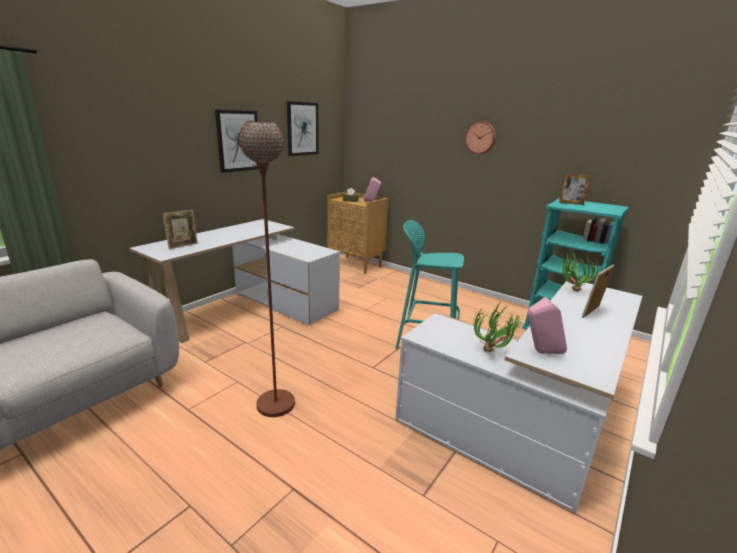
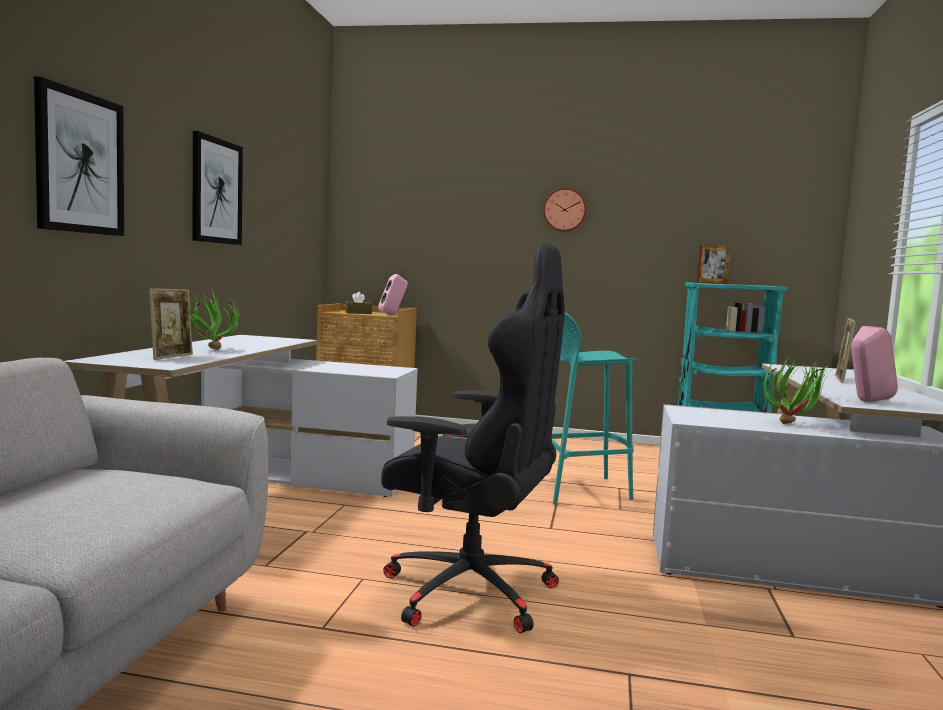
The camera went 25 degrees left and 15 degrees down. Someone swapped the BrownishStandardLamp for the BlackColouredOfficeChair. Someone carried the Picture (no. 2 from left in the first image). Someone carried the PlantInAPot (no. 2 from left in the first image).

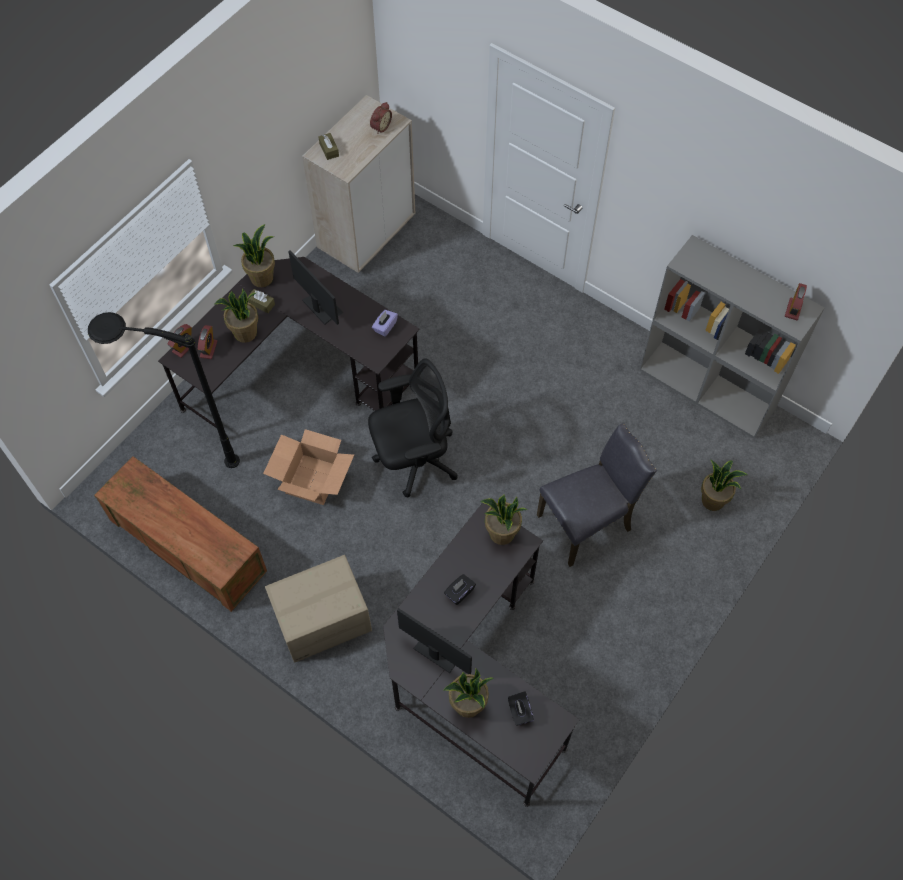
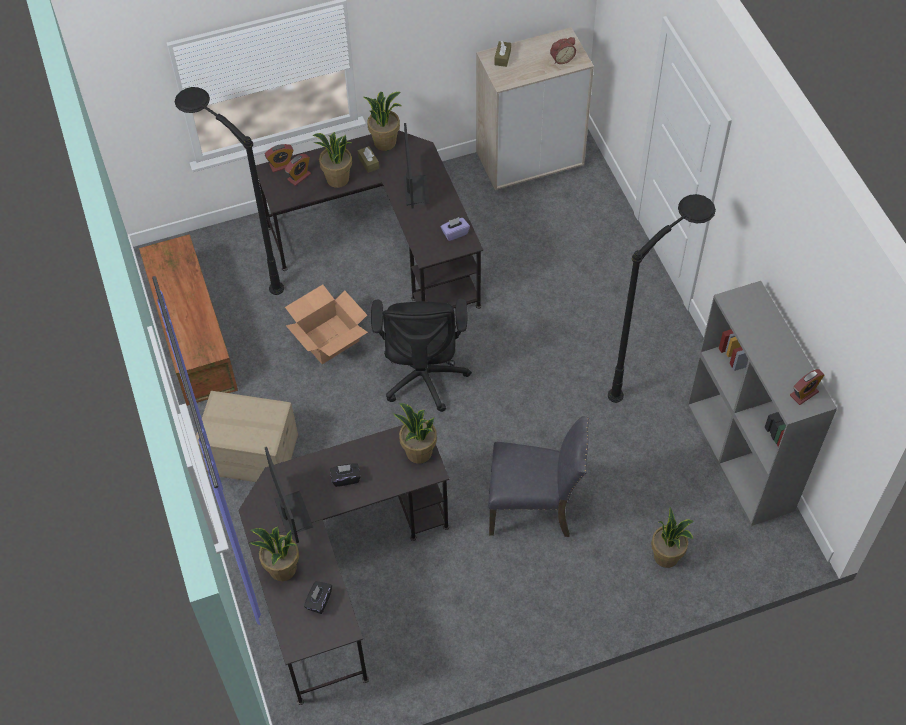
The camera went 35 degrees right and 5 degrees down. Someone rotated the BlackColouredOfficeChair by 75 degrees clockwise. Someone put down the BlackColouredStandardLamp (no. 2 from left).

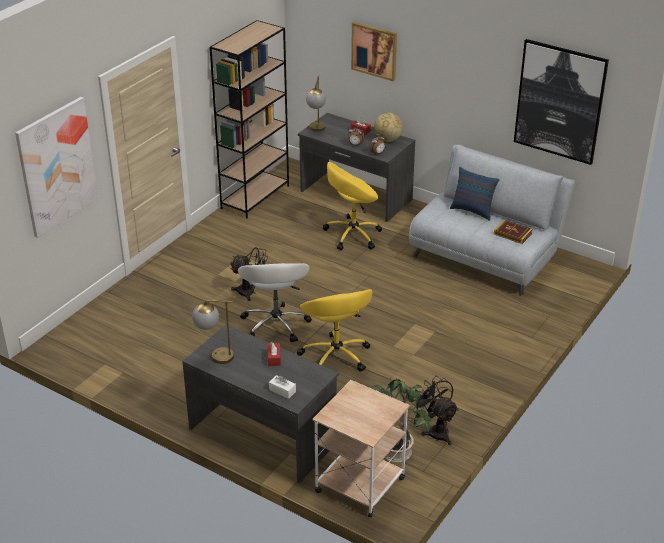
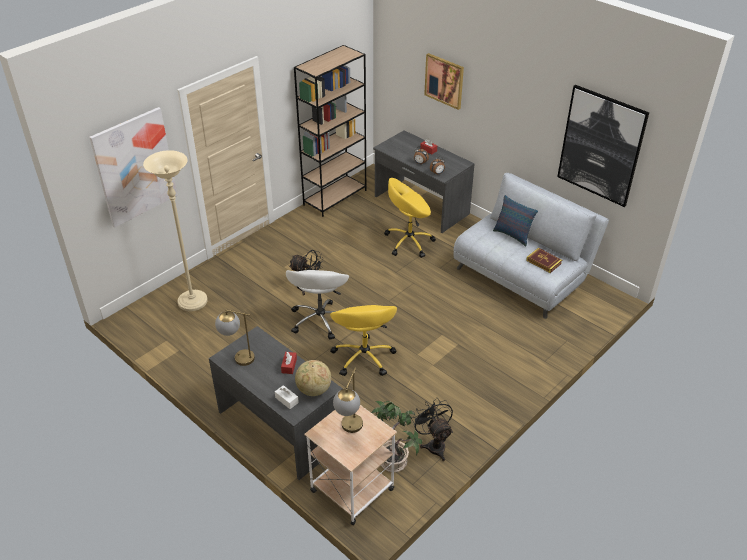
The camera went 10 degrees right and 5 degrees up. Someone carried the LampForATable (no. 2 from left). Someone carried the DeskGlobe. Someone put down the SandColouredStandardLamp.

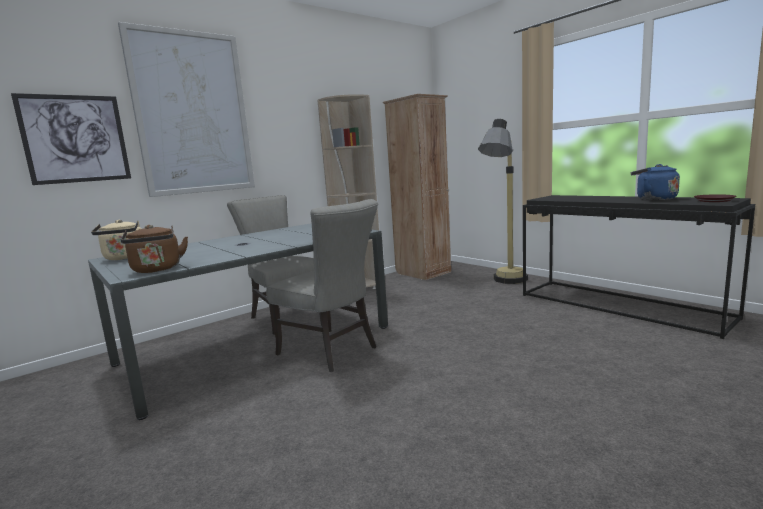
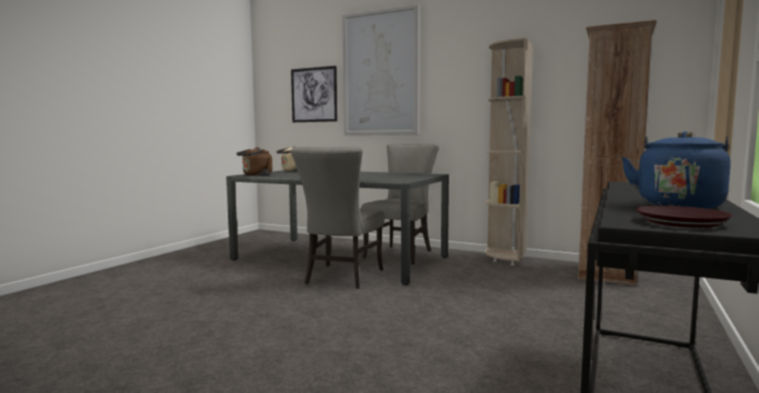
The camera went 65 degrees right and 5 degrees down. Someone took away the StandardLamp.

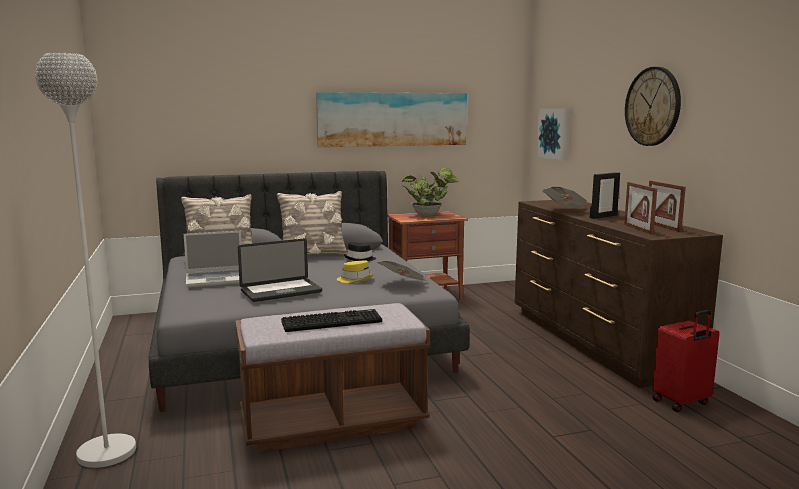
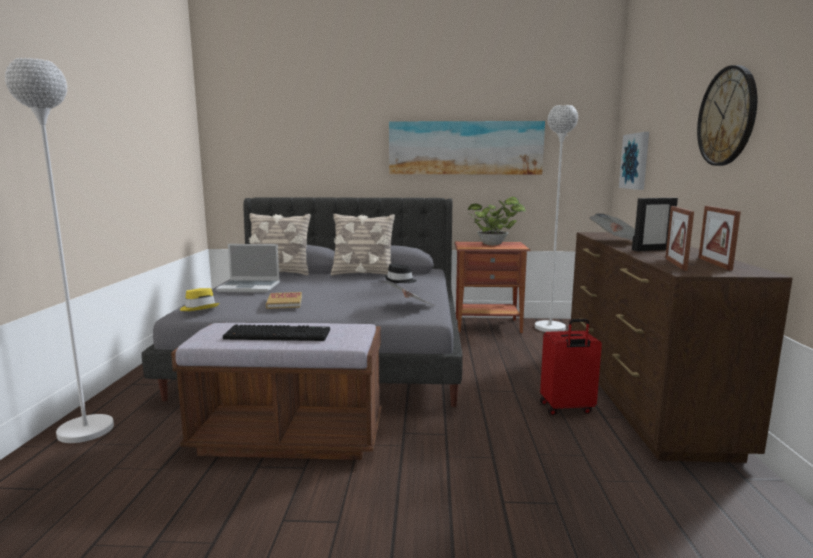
The camera went 20 degrees right and 0 degrees up. Someone swapped the NotebookComputer (no. 2 from left) for the Book. Someone carried the YellowHat. Someone carried the RedColouredSuitcase. Someone put down the WhiteStandardLamp (no. 2 from left).

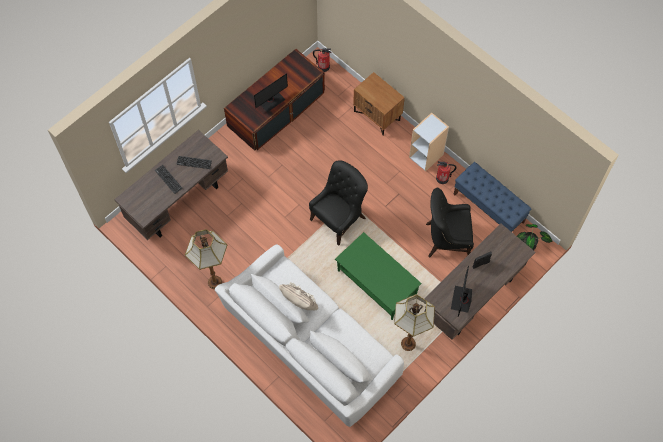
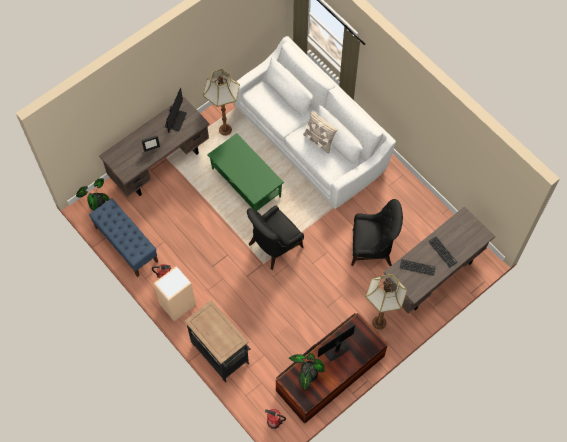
The camera went 175 degrees left and 0 degrees up. Someone carried the StandardLamp (no. 1 from left in the first image). Someone swapped the BrownishBedsideTable for the BlackColouredCart. Someone carried the BlackColouredPlainChair (no. 2 from left). Someone put down the PlantInAPot (no. 2 from left).

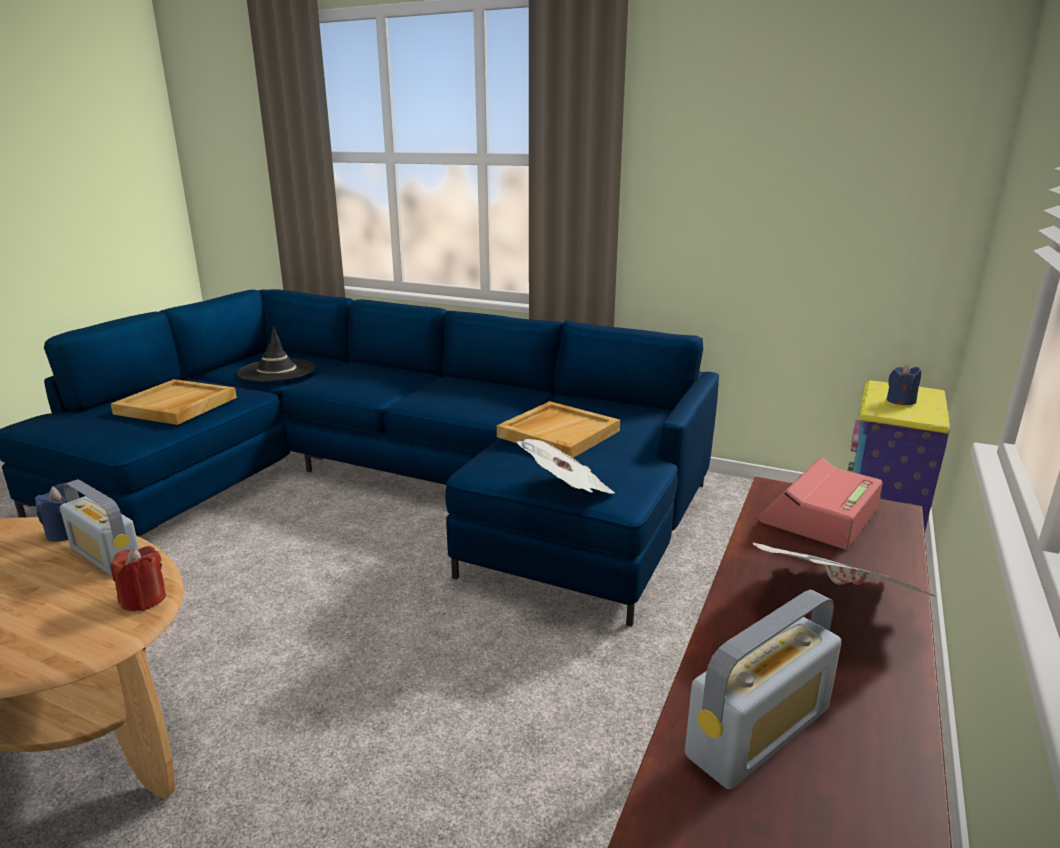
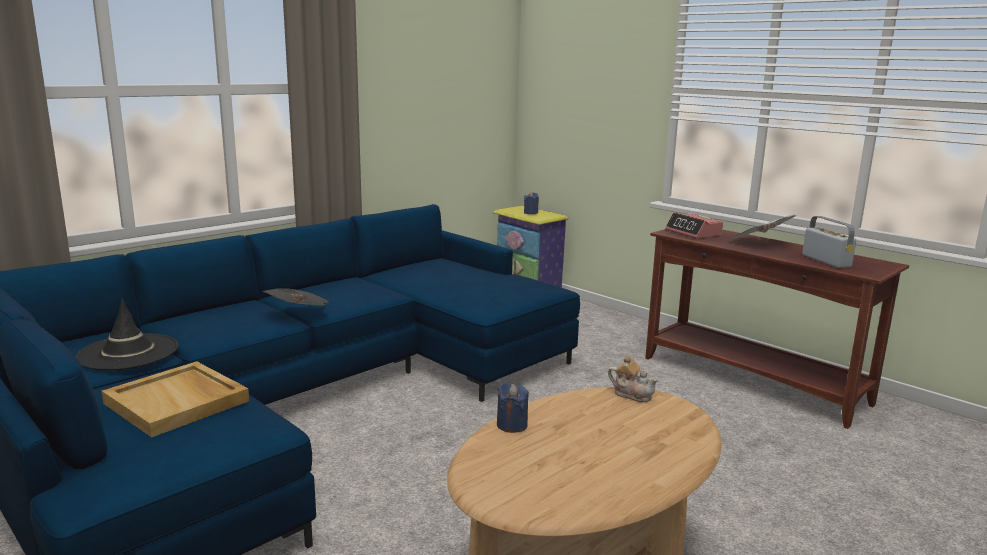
The camera went 70 degrees left and 5 degrees down. Someone took away the Radio (no. 1 from left). Someone swapped the RedColouredWaxCandle for the TeaPot. Someone took away the SandColouredCarryingTray (no. 2 from left). Someone carried the Newspaper (no. 1 from left).

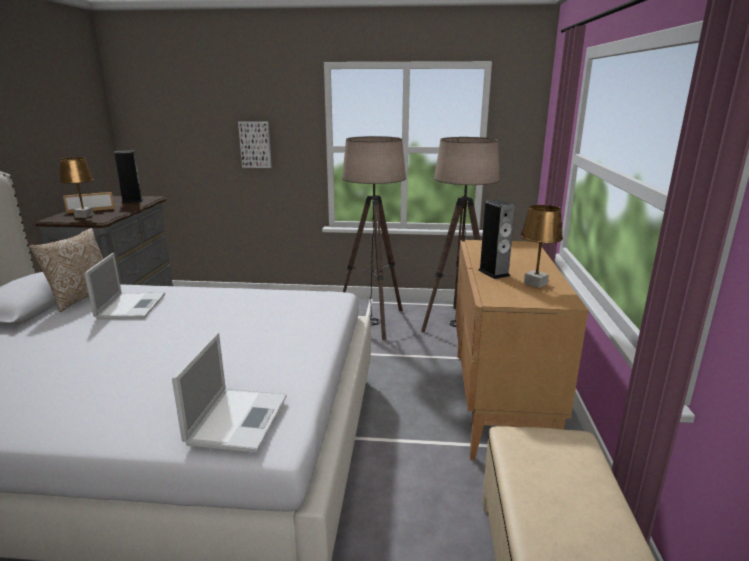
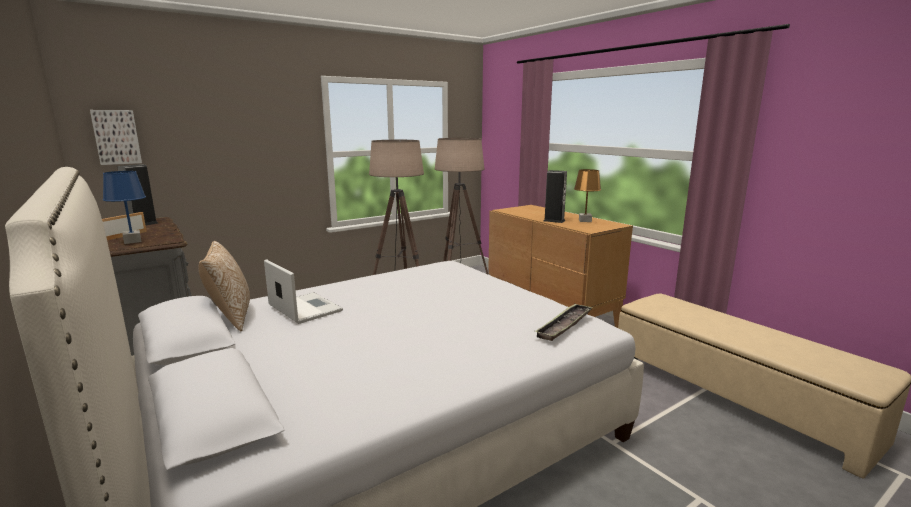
The camera went 40 degrees left and 5 degrees down. Someone repainted the BrownishLampForATable (no. 1 from left), which became the BlueLampForATable. Someone swapped the NotebookComputer (no. 2 from left) for the CarryingTray. Someone carried the Picture.

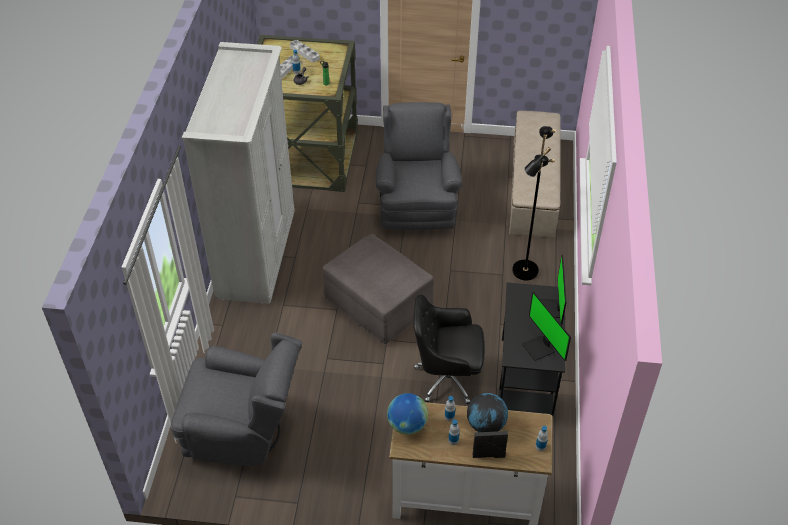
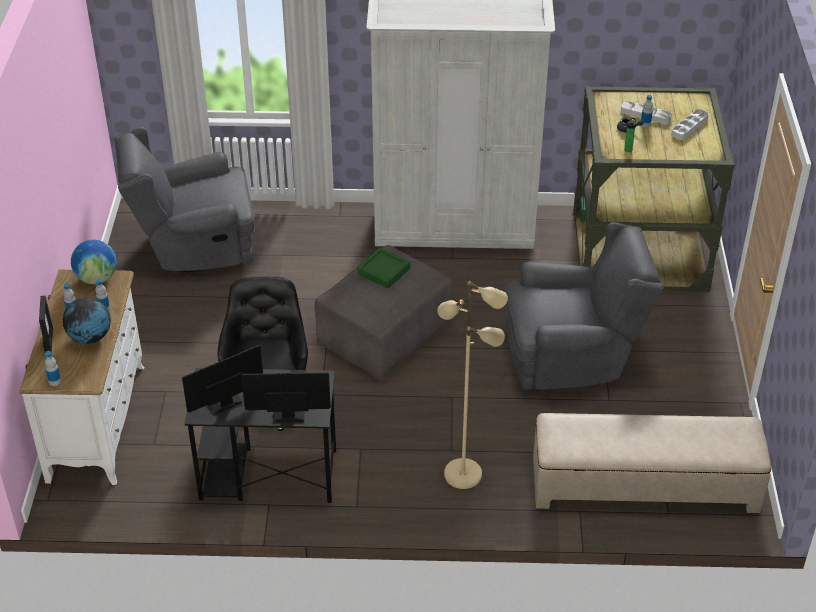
The camera went 85 degrees right and 5 degrees down. Someone rotated the GreyishLoungeChair (no. 1 from left) by 75 degrees clockwise. Someone repainted the BlackColouredStandardLamp, which became the SandColouredStandardLamp. Someone put down the GreenColouredCarryingTray.

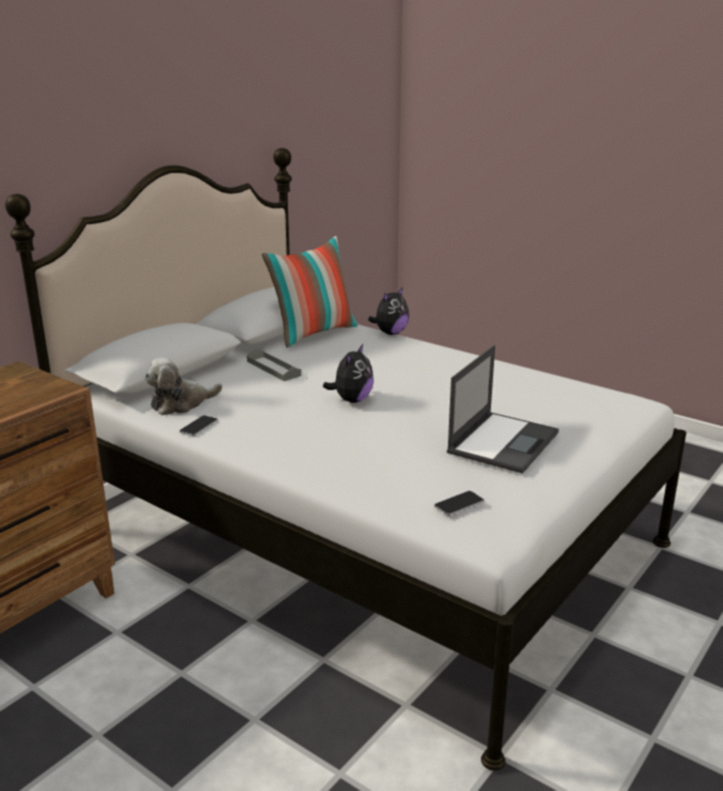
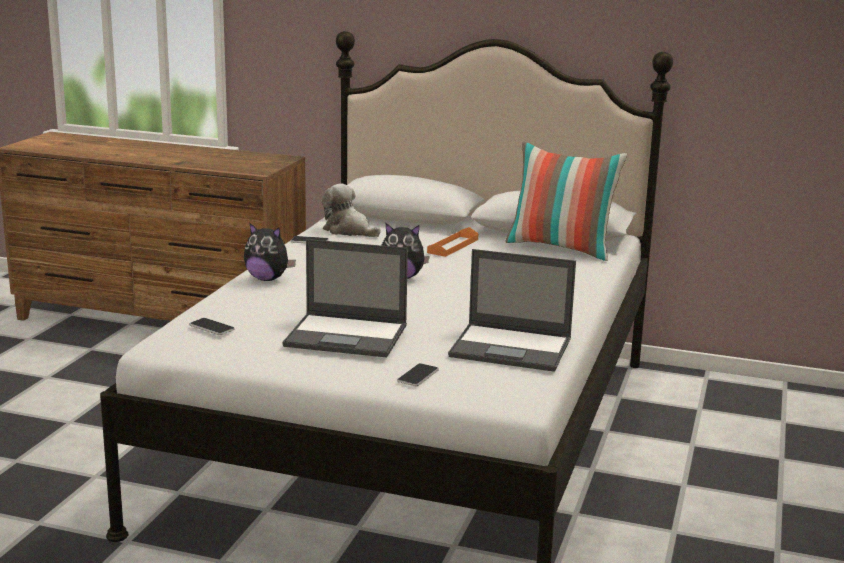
The camera went 70 degrees right and 5 degrees down. Someone repainted the GreyishCarryingTray, which became the OrangeColouredCarryingTray. Someone carried the CuddlyToy (no. 3 from left in the first image). Someone put down the Telephone (no. 3 from left). Someone put down the NotebookComputer (no. 2 from left).

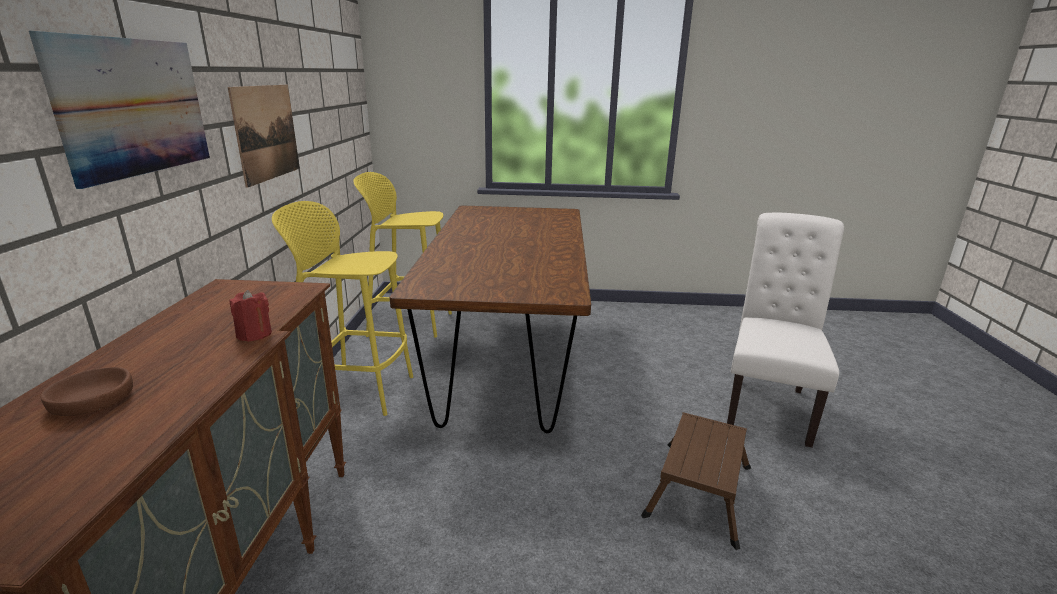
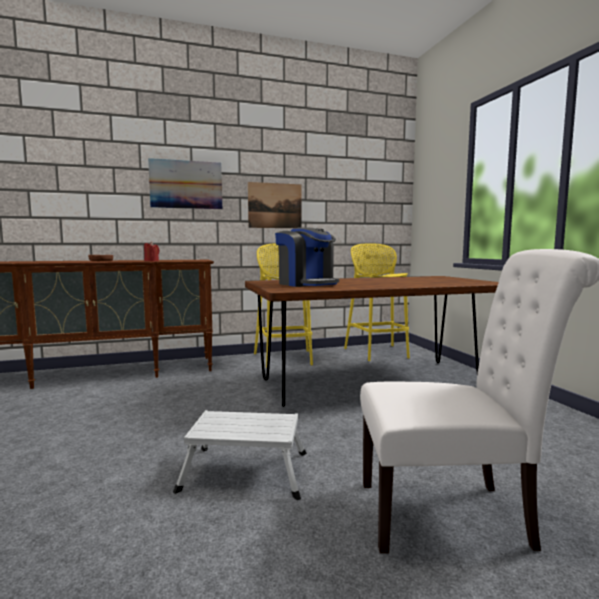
The camera went 70 degrees right and 15 degrees down. Someone repainted the BrownishStepStool, which became the WhiteStepStool. Someone put down the CoffeeMaker.

